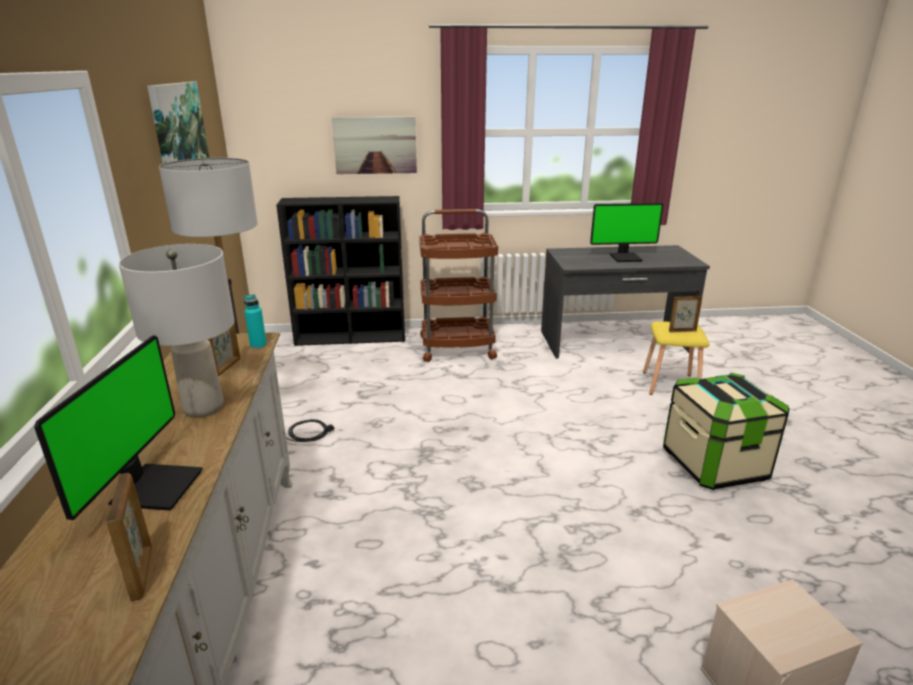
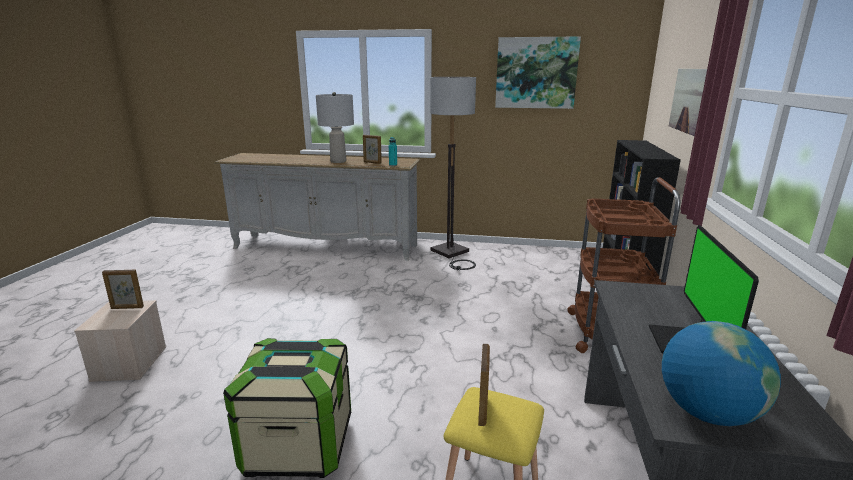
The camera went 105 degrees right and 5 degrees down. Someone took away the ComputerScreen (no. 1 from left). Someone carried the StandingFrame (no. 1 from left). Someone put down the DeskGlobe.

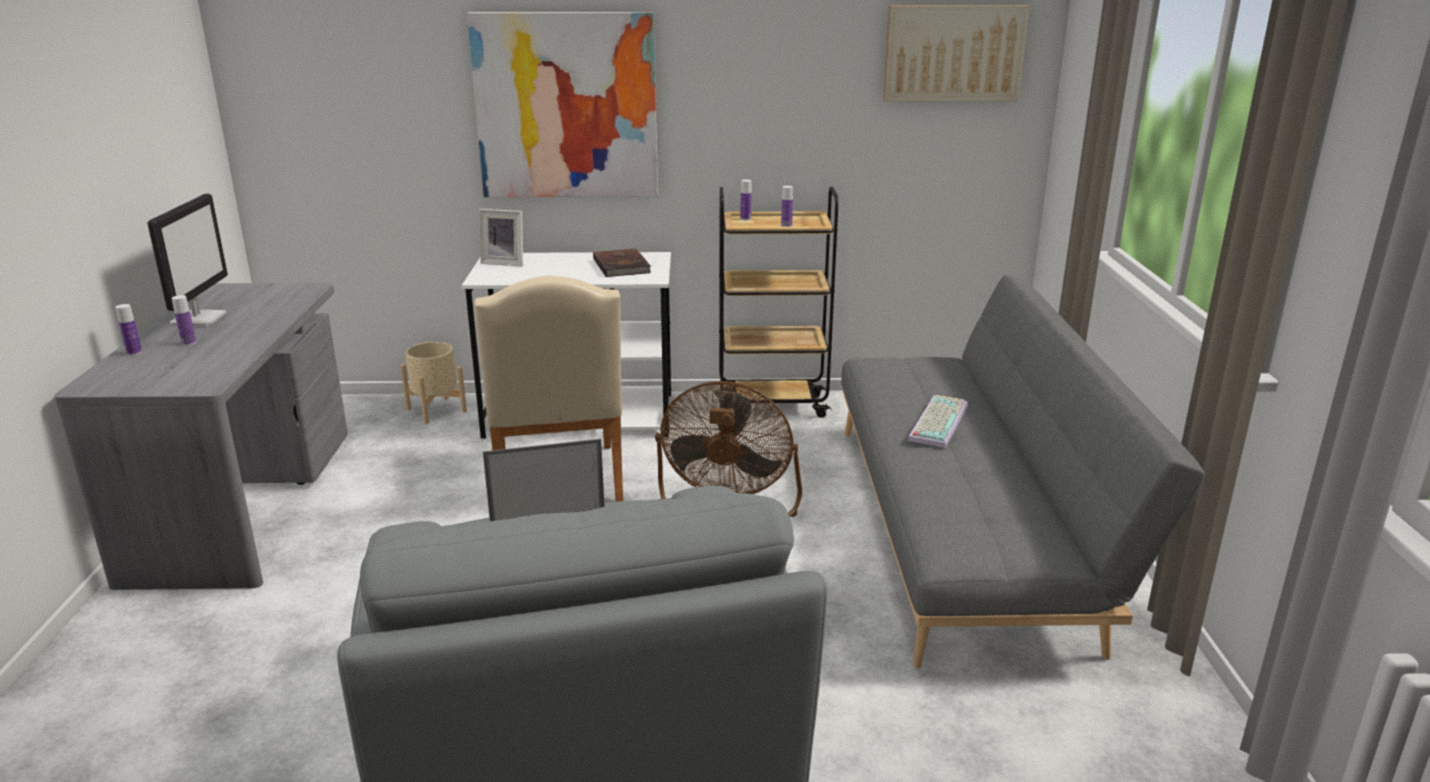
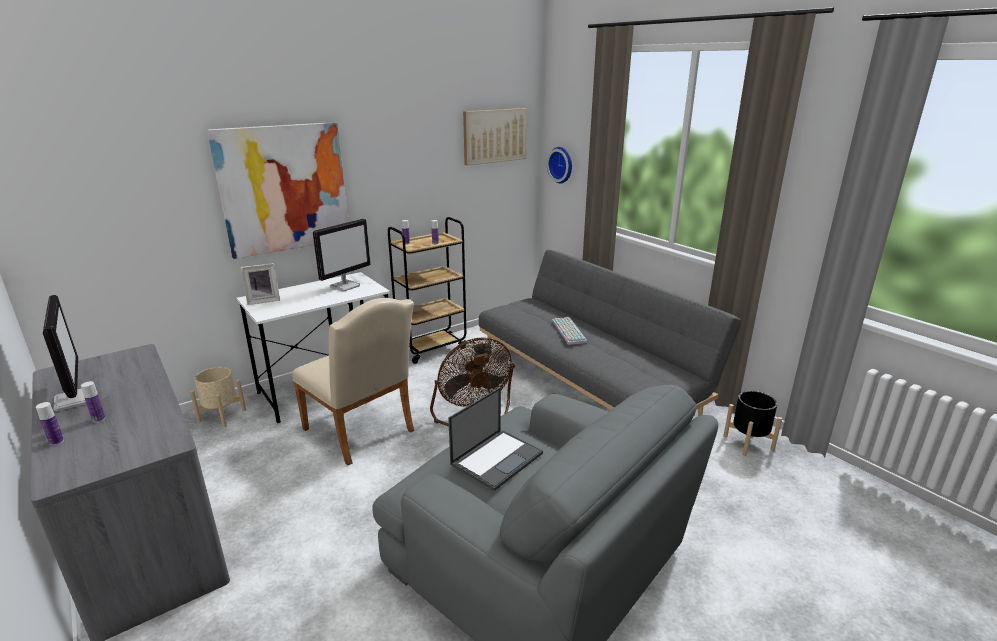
The camera went 35 degrees left and 0 degrees up. Someone swapped the BrownishBook for the ComputerScreen (no. 2 from left). Someone put up the WallClock. Someone put down the BlackColouredFlowerPot.

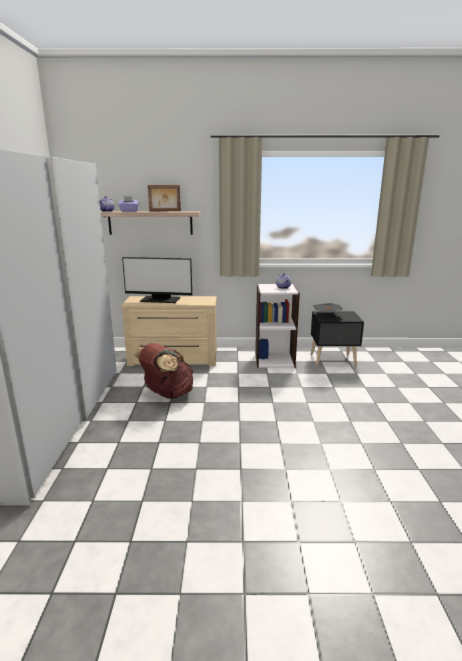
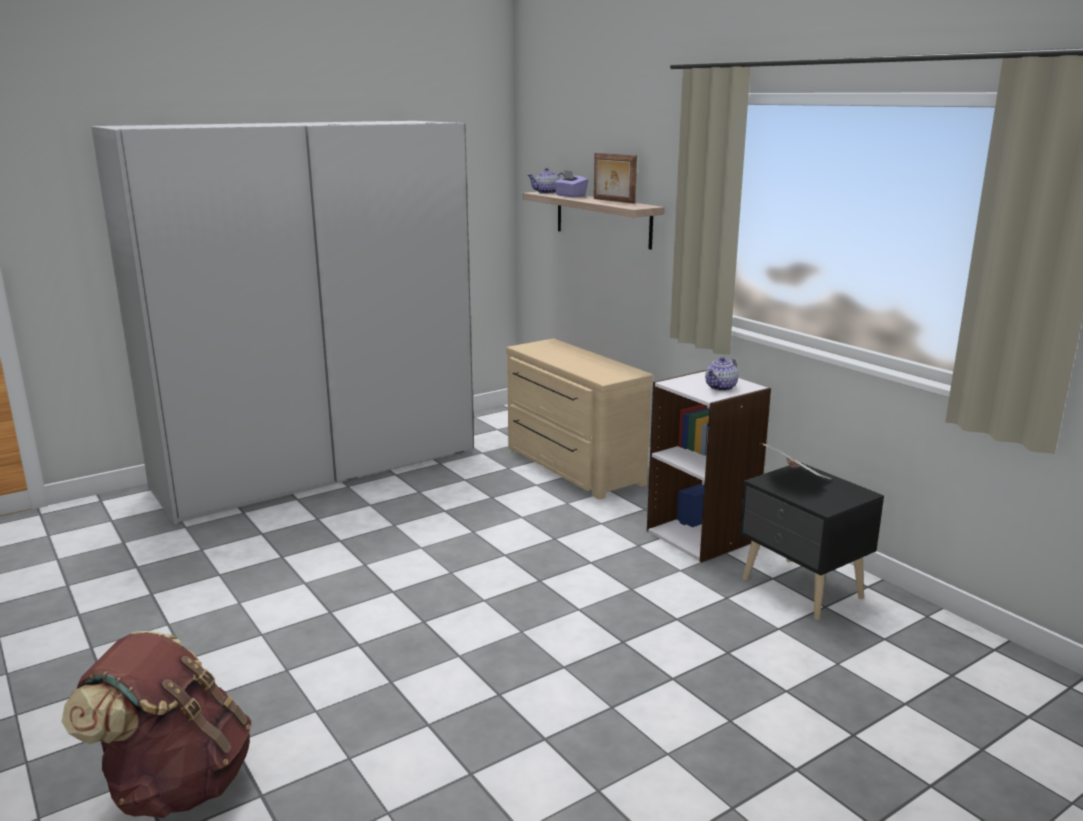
The camera went 55 degrees right and 0 degrees up. Someone took away the ComputerScreen. Someone carried the BrownishBackpack.

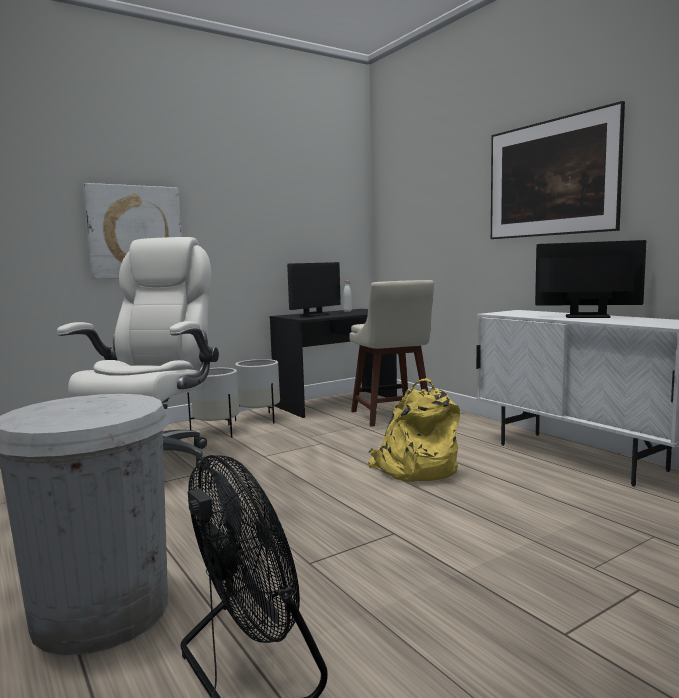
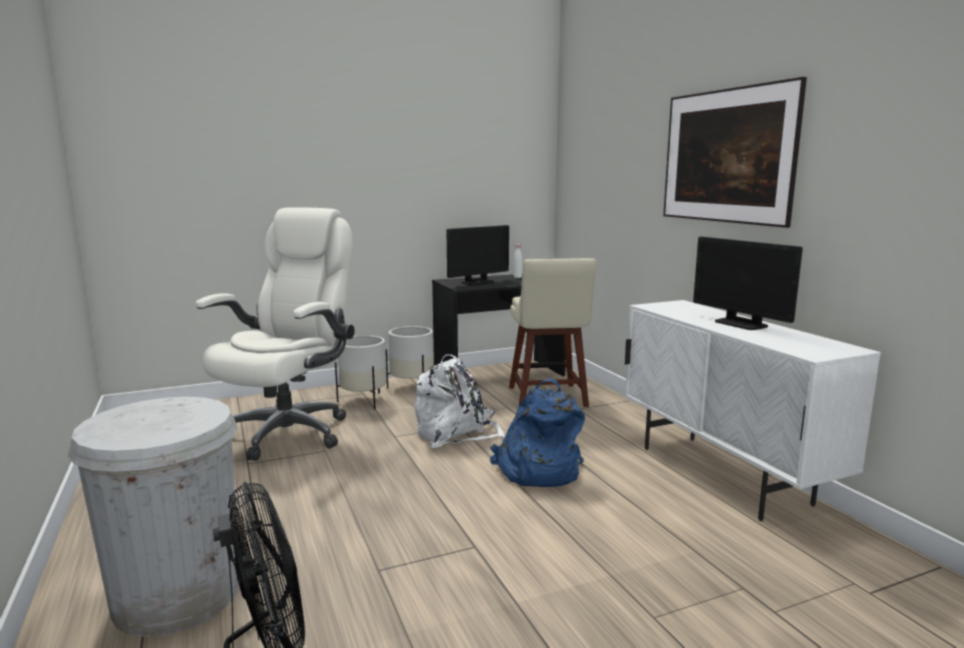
The camera went 10 degrees right and 5 degrees up. Someone took away the Picture (no. 1 from left). Someone repainted the YellowBackpack, which became the BlueBackpack. Someone rotated the ComputerScreen (no. 2 from left) by 150 degrees counterclockwise. Someone put down the WhiteBackpack.

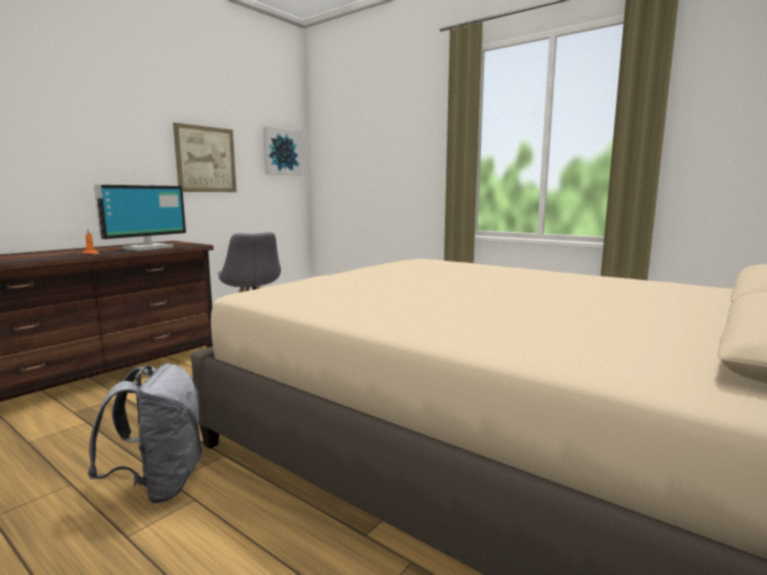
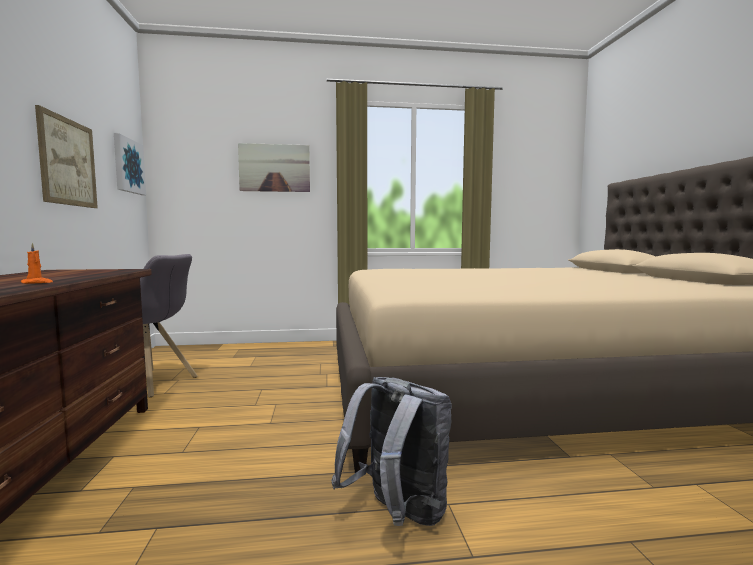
The camera went 45 degrees left and 5 degrees down. Someone took away the ComputerScreen. Someone put up the Picture (no. 3 from left).

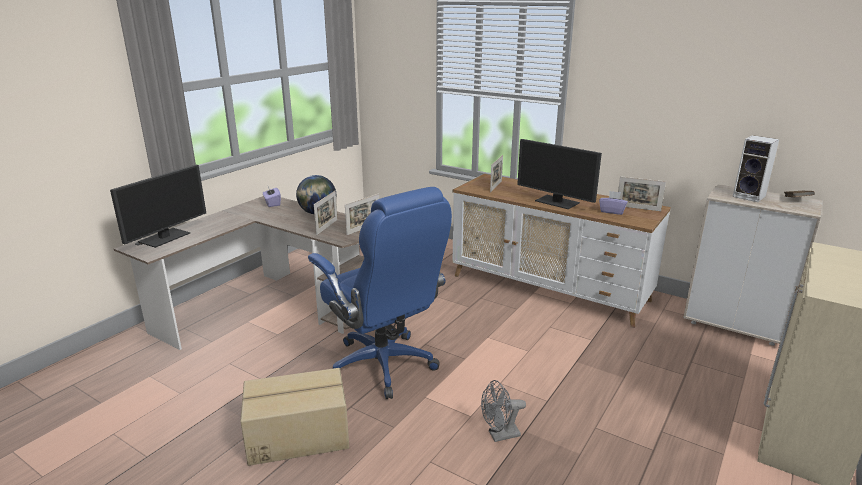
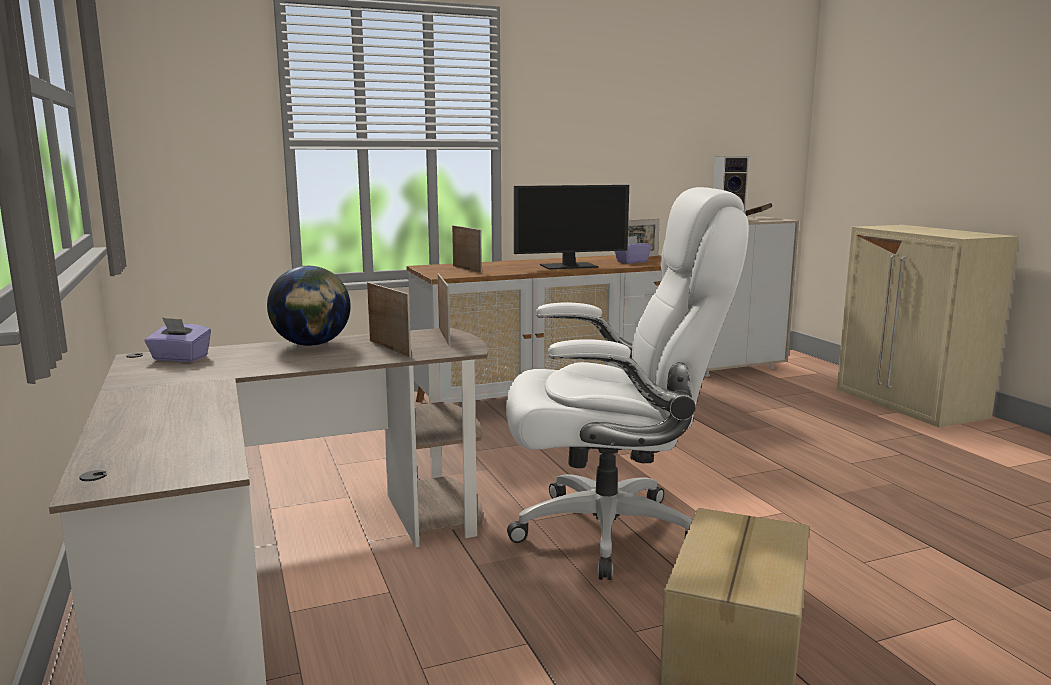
The camera went 55 degrees left and 10 degrees down. Someone took away the ComputerScreen (no. 1 from left). Someone repainted the BlueOfficeChair, which became the WhiteOfficeChair. Someone took away the GreyishElectricFan.

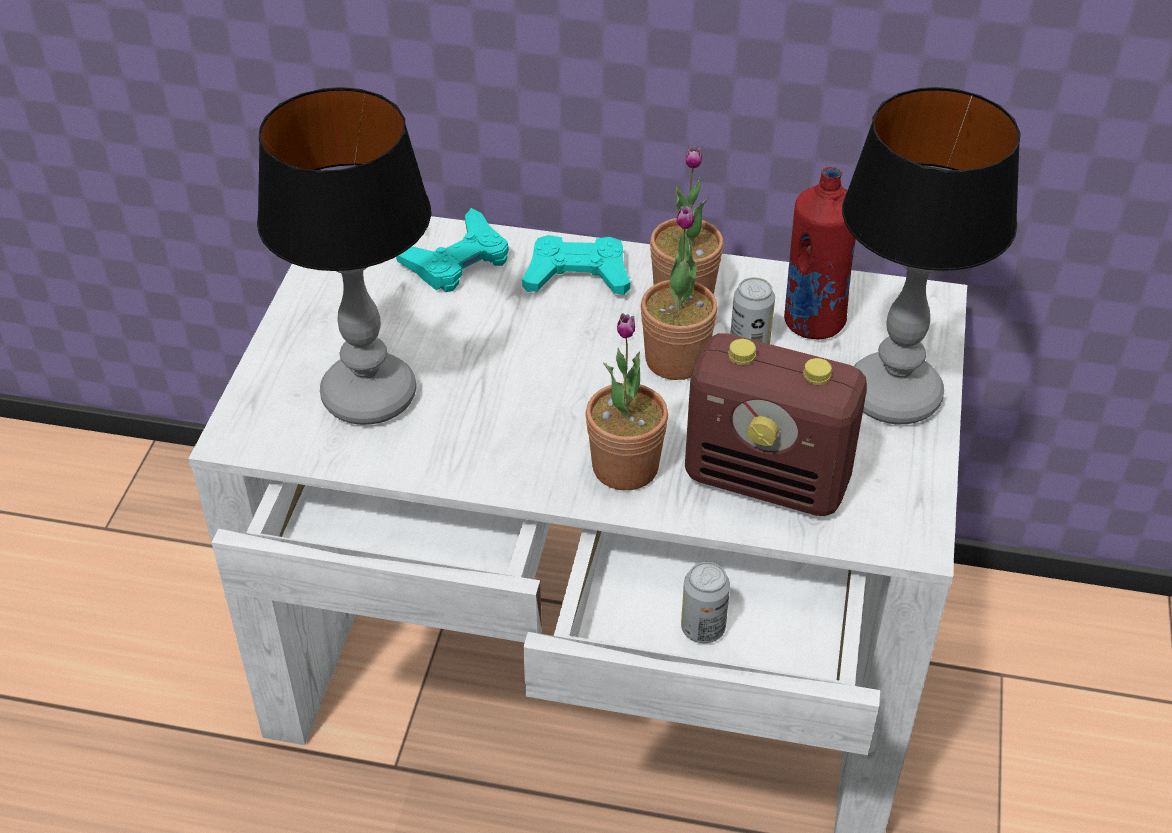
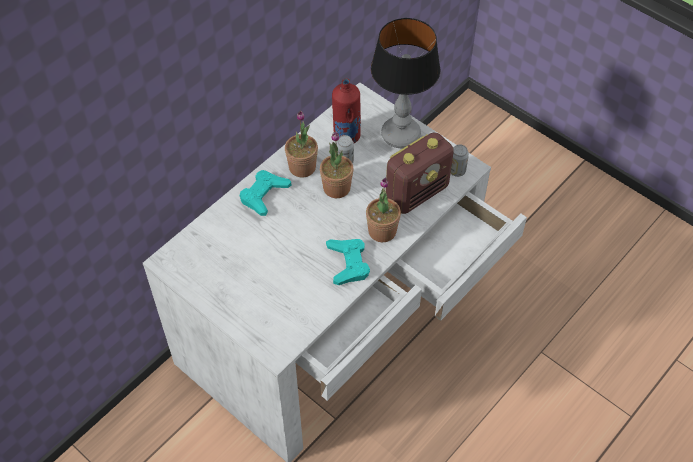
The camera went 60 degrees left and 10 degrees up. Someone took away the LampForATable (no. 1 from left). Someone carried the TurquoiseJoypad (no. 1 from left in the first image). Someone carried the Can (no. 1 from left in the first image).

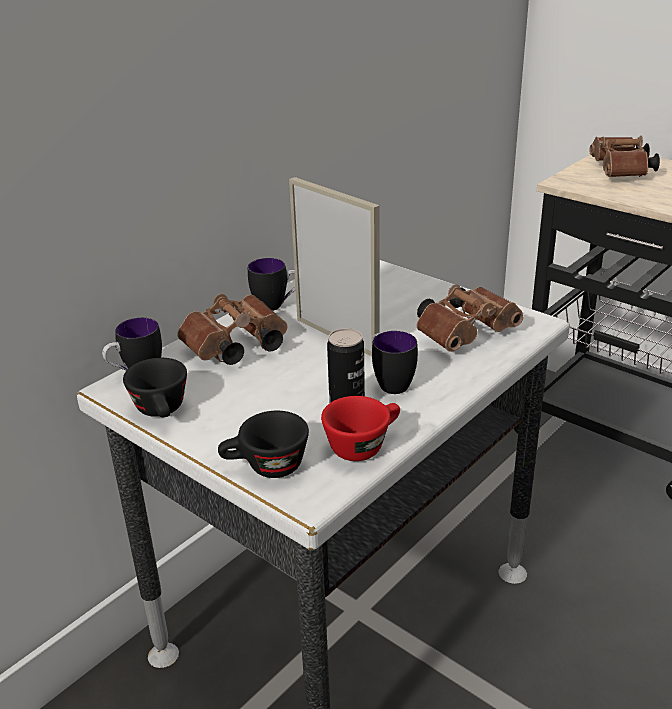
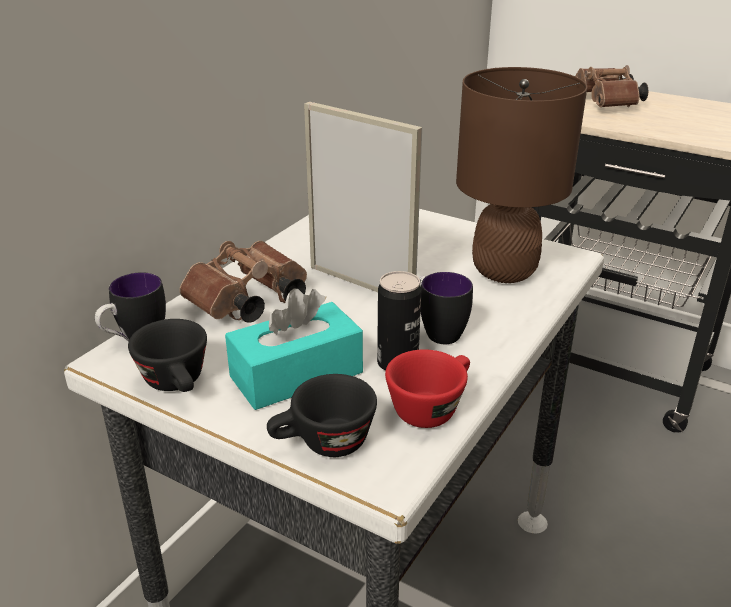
The camera went 10 degrees left and 0 degrees up. Someone took away the Mug (no. 2 from left). Someone swapped the BrownishBinoculars (no. 2 from left) for the BrownishLampForATable. Someone put down the TurquoiseTissueBox.

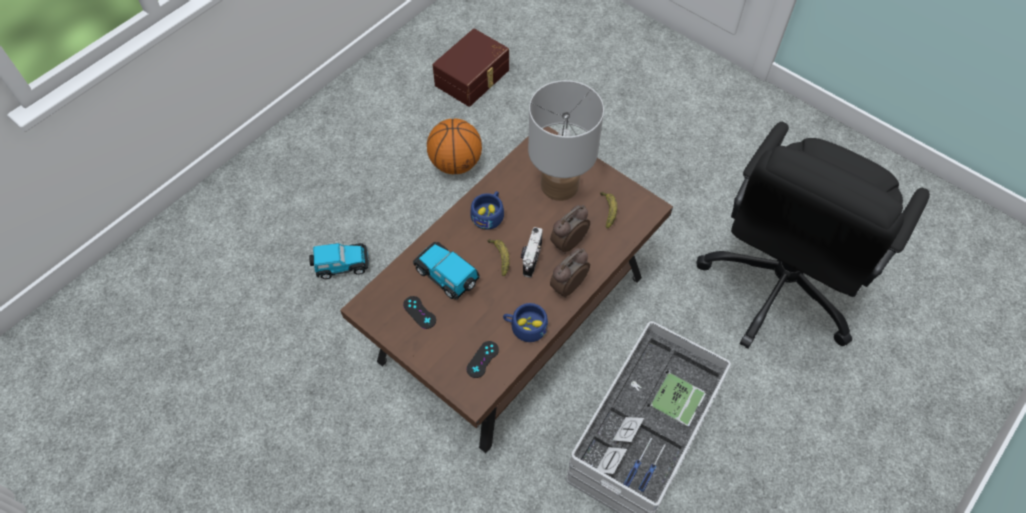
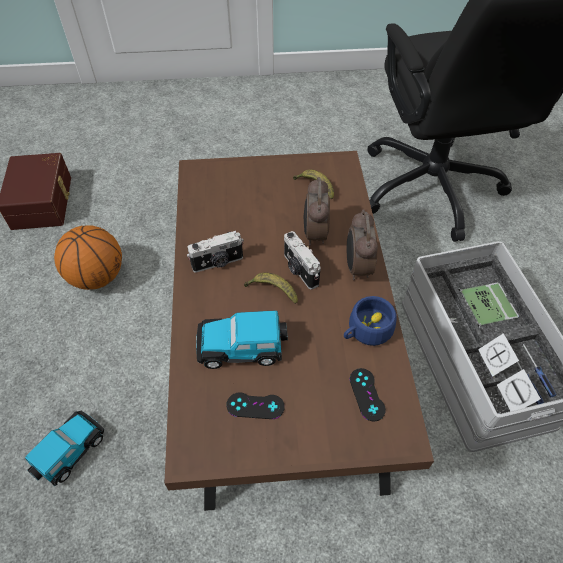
The camera went 45 degrees left and 5 degrees down. Someone swapped the BlueSmallCup (no. 1 from left) for the PhotoCamera (no. 1 from left). Someone took away the GreyishLampForATable.

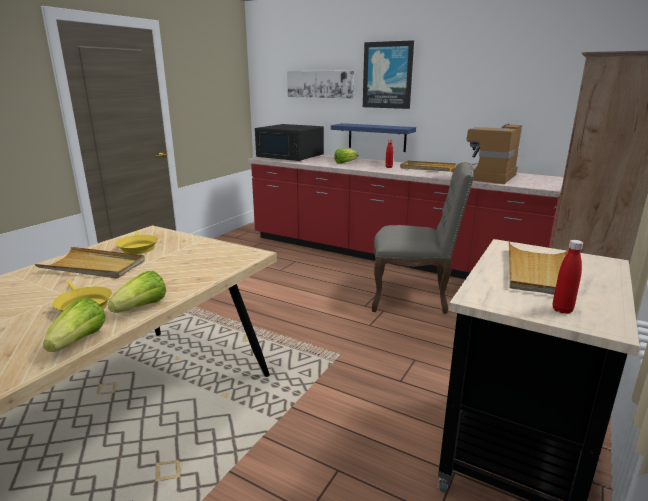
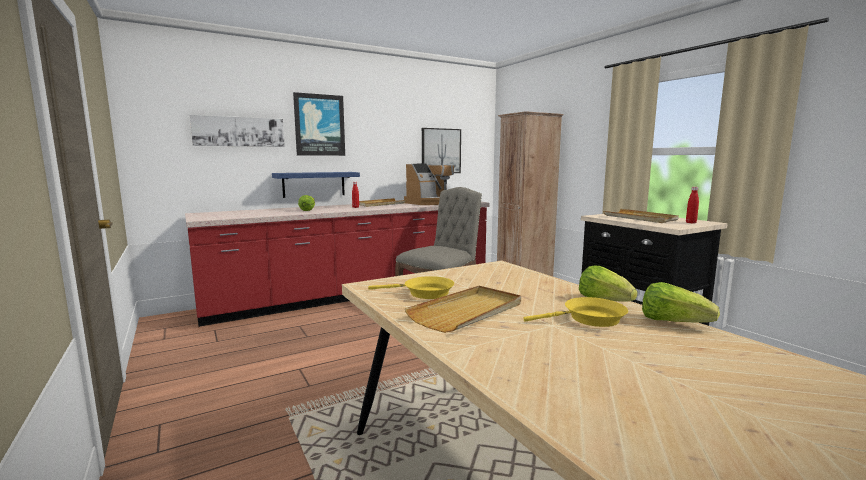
The camera went 60 degrees left and 10 degrees down. Someone took away the BlackColouredMicrowave. Someone rotated the CoffeeMaker by 105 degrees counterclockwise. Someone put up the Picture (no. 3 from left).

